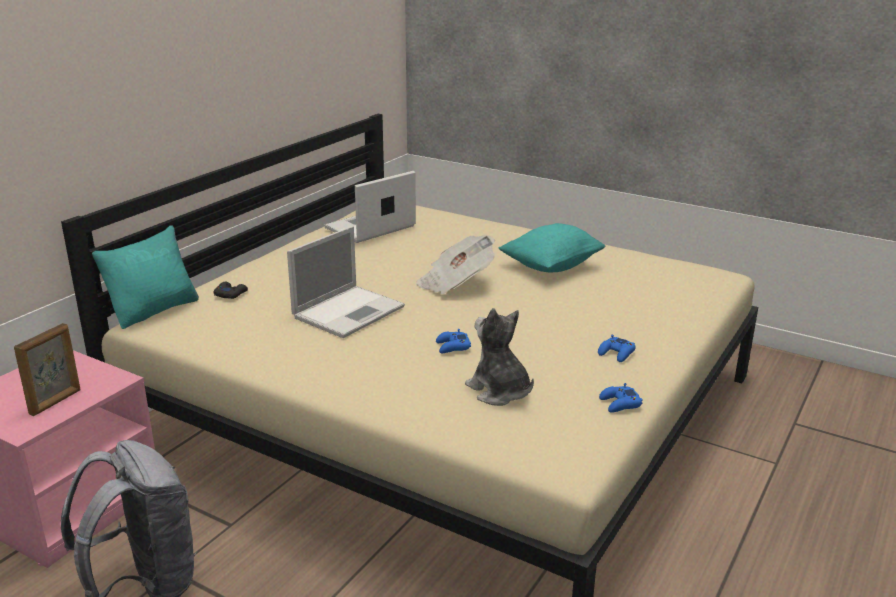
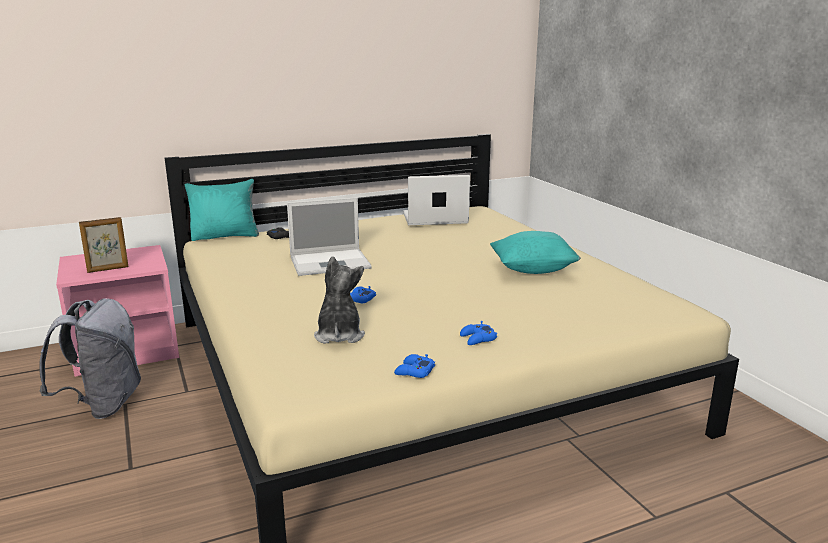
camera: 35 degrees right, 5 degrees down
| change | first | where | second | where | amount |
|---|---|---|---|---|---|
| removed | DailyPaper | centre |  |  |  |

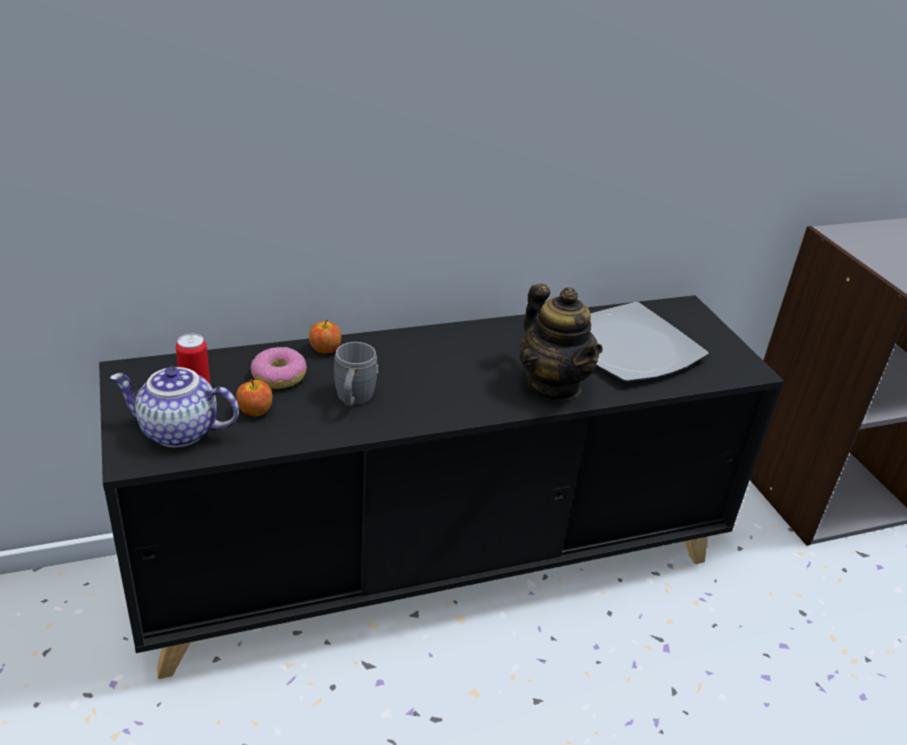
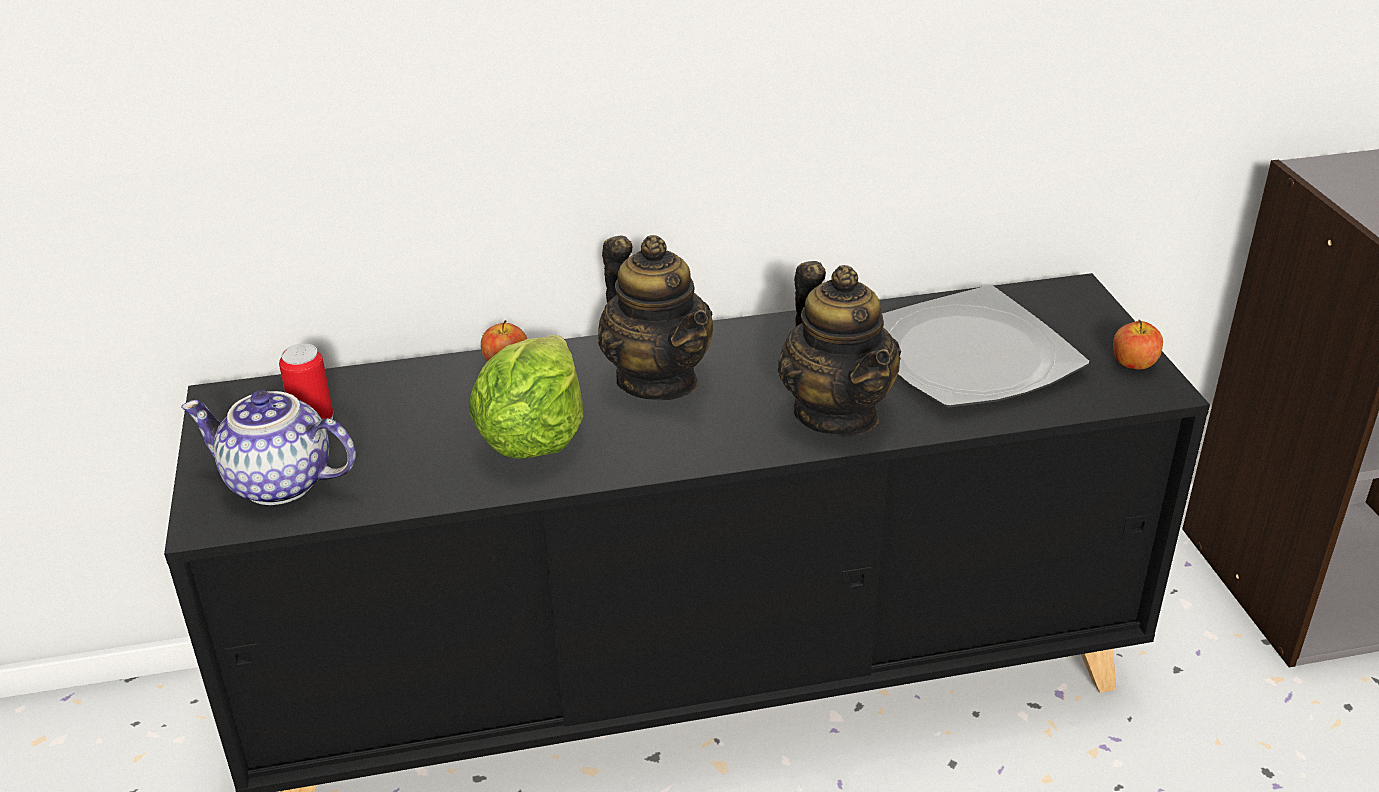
camera: 10 degrees right, 0 degrees up
| change | first | where | second | where | amount |
|---|---|---|---|---|---|
| replaced | GreyishCoffeeMug | centre | Lettuce | centre |  |
| removed | Doughnut | middle left |  |  |  |
| moved | Apple (1st from left in the first image) | middle left | Apple (2nd from left) | middle right |  |
| added |  |  | Teapot (2nd from left) | centre |  |

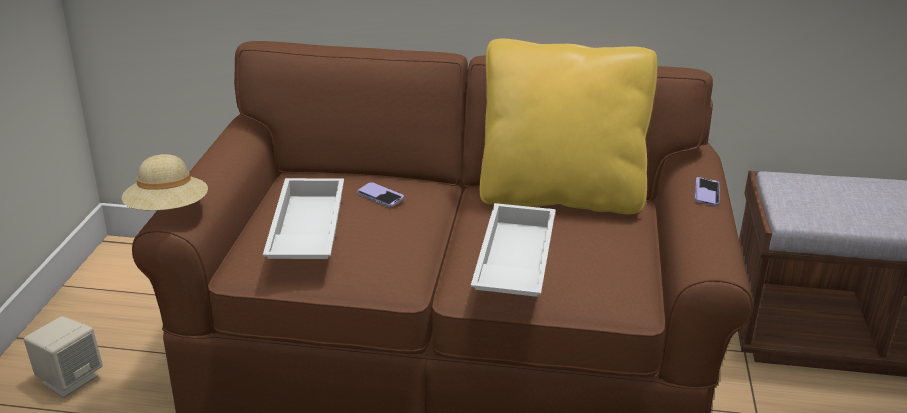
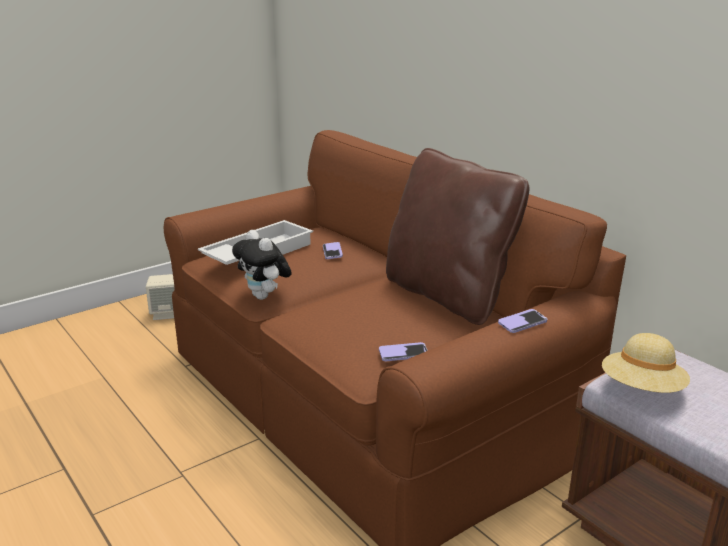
camera: 45 degrees right, 5 degrees down
| change | first | where | second | where | amount |
|---|---|---|---|---|---|
| recoloured | YellowishThrowPillow | top centre | BrownishThrowPillow | centre |  |
| moved | BeigeClothingHat | middle left |  | middle right |  |
| removed | WhitishTray (2nd from left) | centre |  |  |  |
| added |  |  | CuddlyToy | centre |  |
| added |  |  | Telephone (2nd from left) | centre |  |

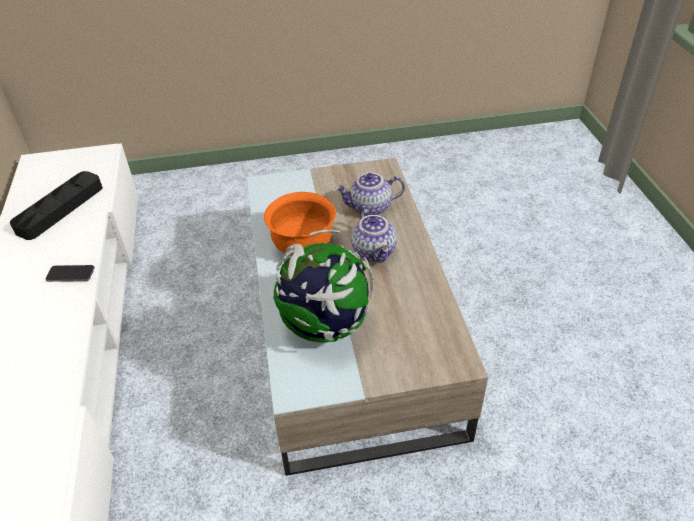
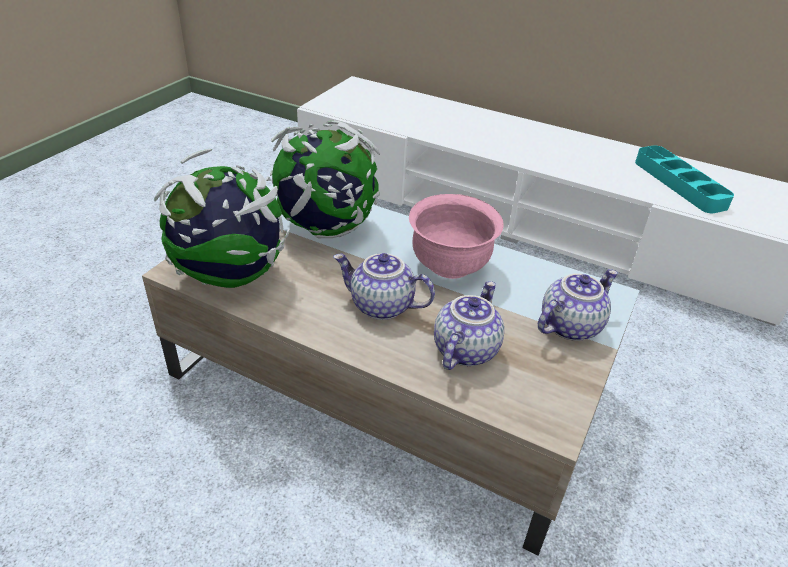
camera: 125 degrees right, 5 degrees down
| change | first | where | second | where | amount |
|---|---|---|---|---|---|
| recoloured | BlackColouredTray | middle left | TurquoiseTray | top right |  |
| recoloured | OrangeServingBowl | centre | PinkColouredServingBowl | centre |  |
| removed | Telephone | middle left |  |  |  |
| added |  |  | WorldGlobe (1st from left) | middle left |  |
| added |  |  | Teapot (3rd from left) | middle right |  |

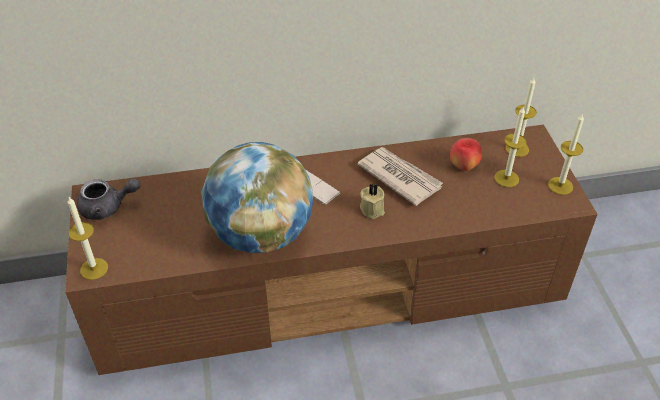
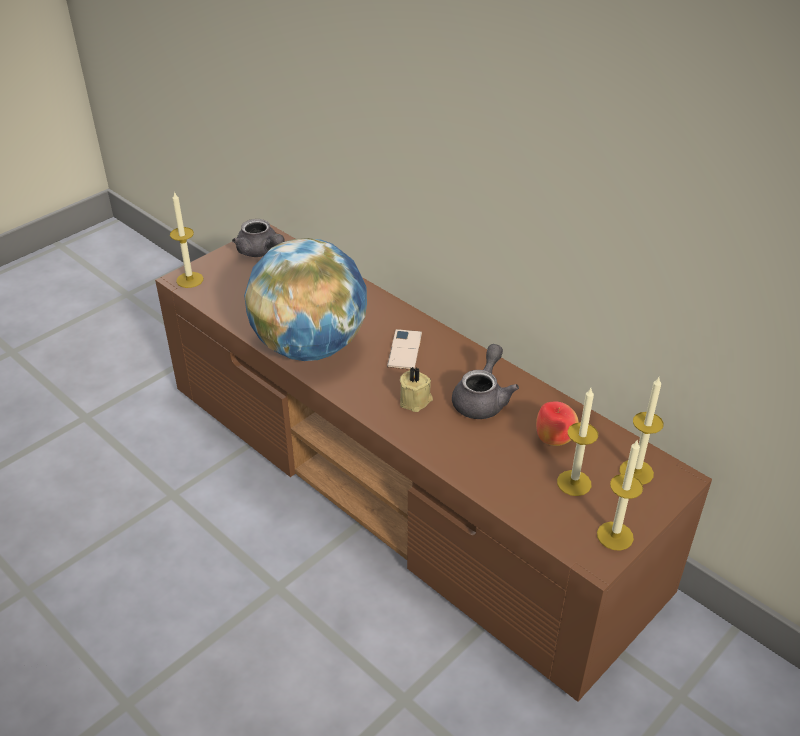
camera: 55 degrees right, 5 degrees down
| change | first | where | second | where | amount |
|---|---|---|---|---|---|
| replaced | DailyPaper | centre | GreyishTeapot (2nd from left) | centre |  |

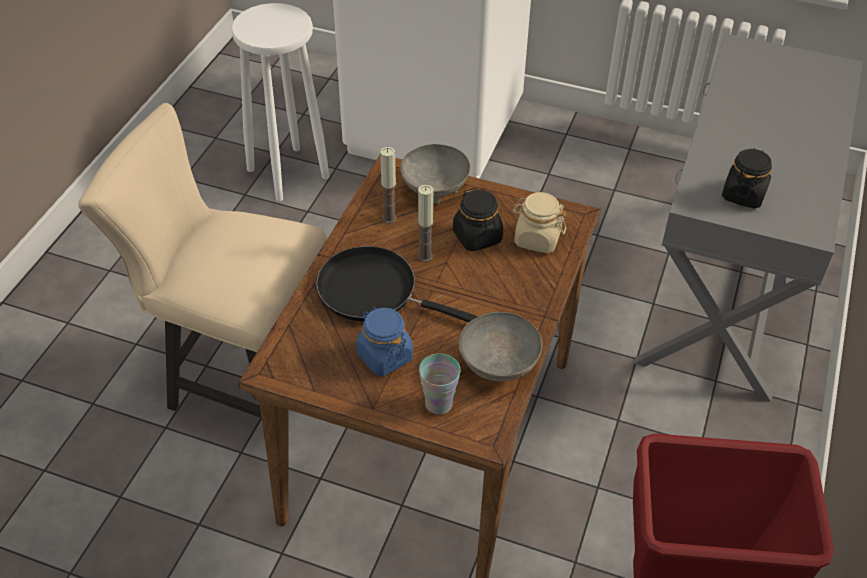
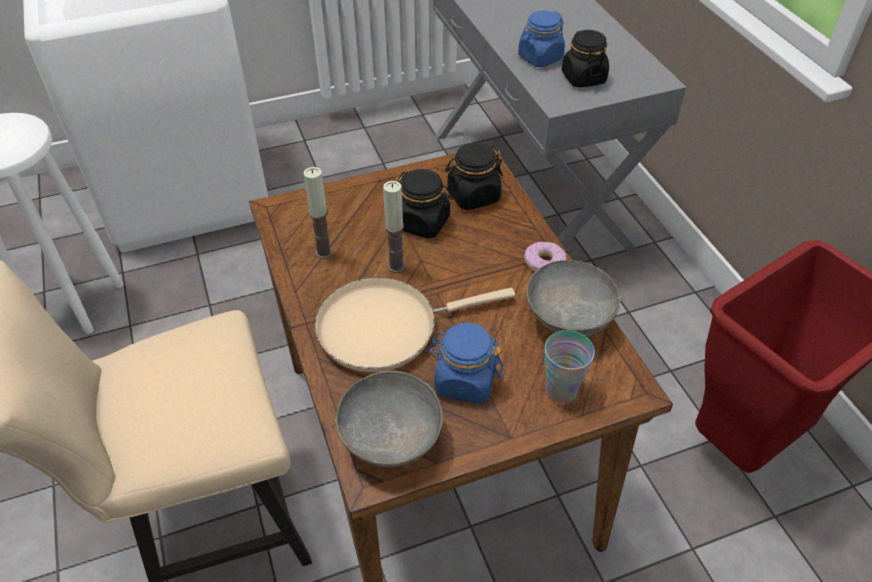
camera: 40 degrees left, 0 degrees up
| change | first | where | second | where | amount |
|---|---|---|---|---|---|
| moved | GreyishServingBowl (1st from left) | top centre |  | bottom centre |  |
| recoloured | BeigePreserveJar | centre | BlackColouredPreserveJar (2nd from left) | top centre |  |
| recoloured | BlackColouredPan | centre | BeigePan | centre |  |
| added |  |  | BluishPreserveJar (2nd from left) | top centre |  |
| added |  |  | Doughnut | centre |  |

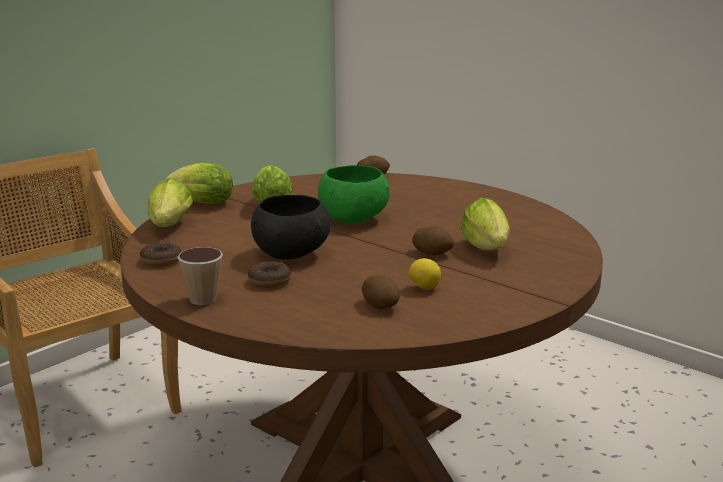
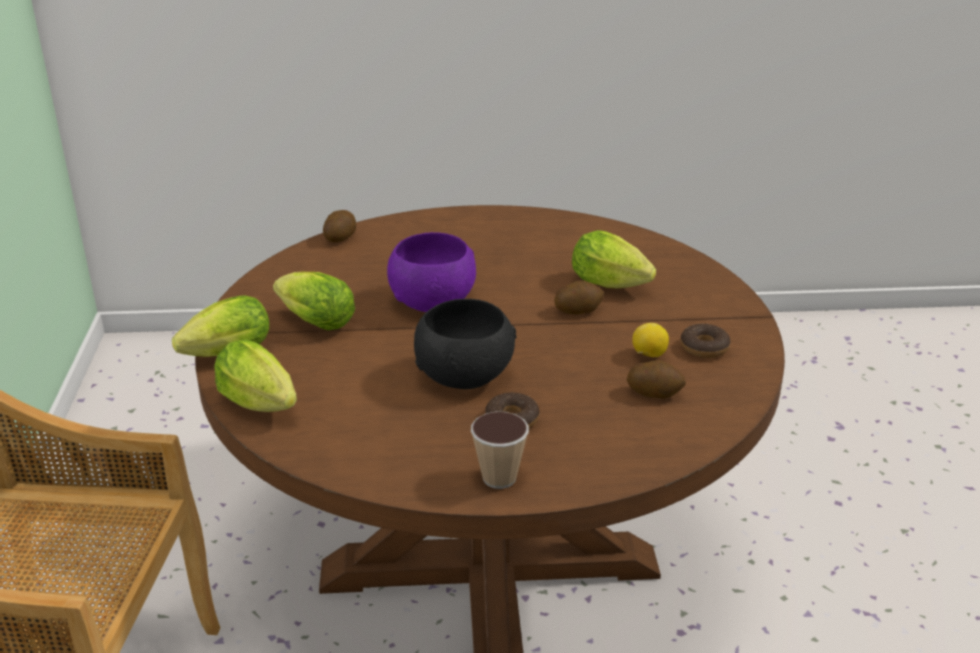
camera: 45 degrees left, 10 degrees up
| change | first | where | second | where | amount |
|---|---|---|---|---|---|
| recoloured | GreenServingBowl | centre | PurpleColouredServingBowl | centre |  |
| moved | Doughnut (1st from left in the first image) | middle left | Doughnut (2nd from left) | middle right |  |

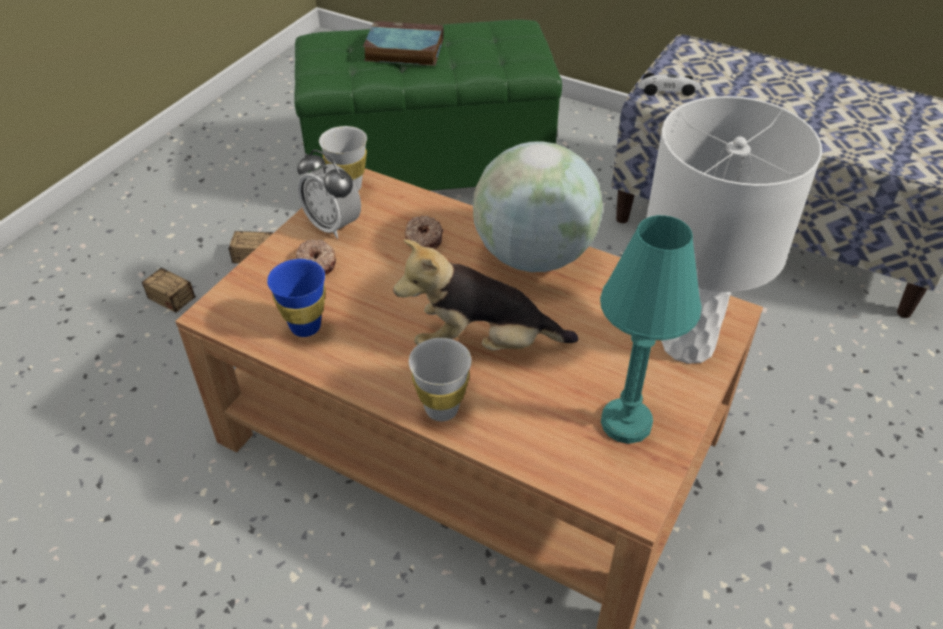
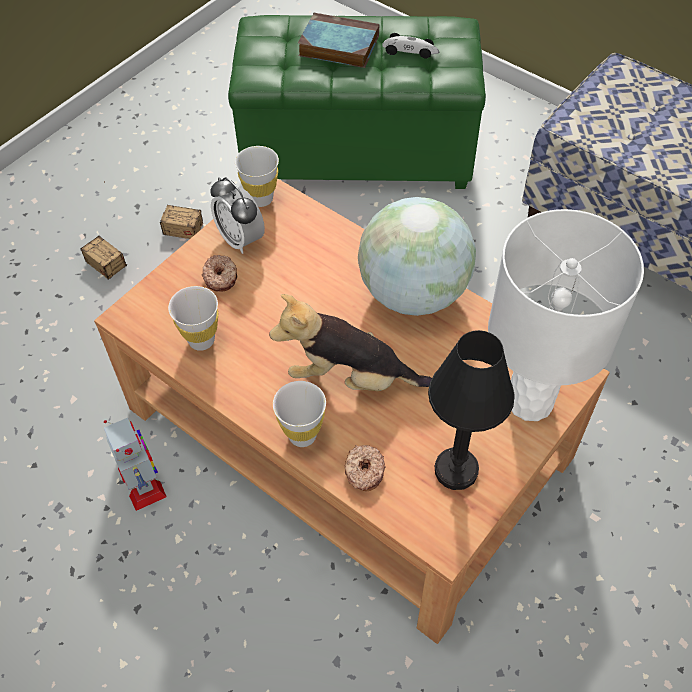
camera: 10 degrees right, 10 degrees up
| change | first | where | second | where | amount |
|---|---|---|---|---|---|
| moved | MiniatureCar | top right |  | top centre |  |
| recoloured | TurquoiseTableLamp | middle right | BlackColouredTableLamp | middle right |  |
| moved | Doughnut (2nd from left) | centre |  | bottom centre |  |
| recoloured | BluishDrinkingCup | middle left | WhitishDrinkingCup (1st from left) | middle left |  |
| added |  |  | ModelRobot | bottom left |  |

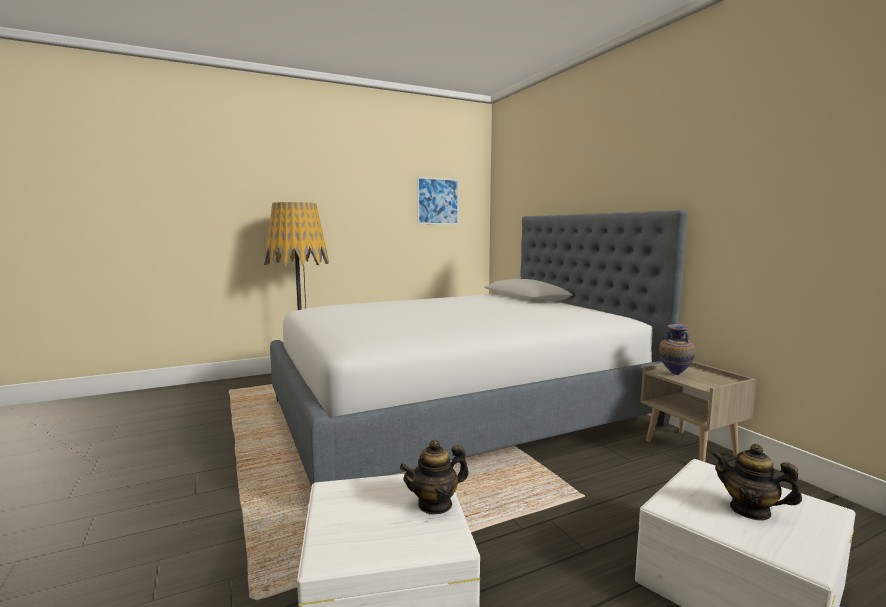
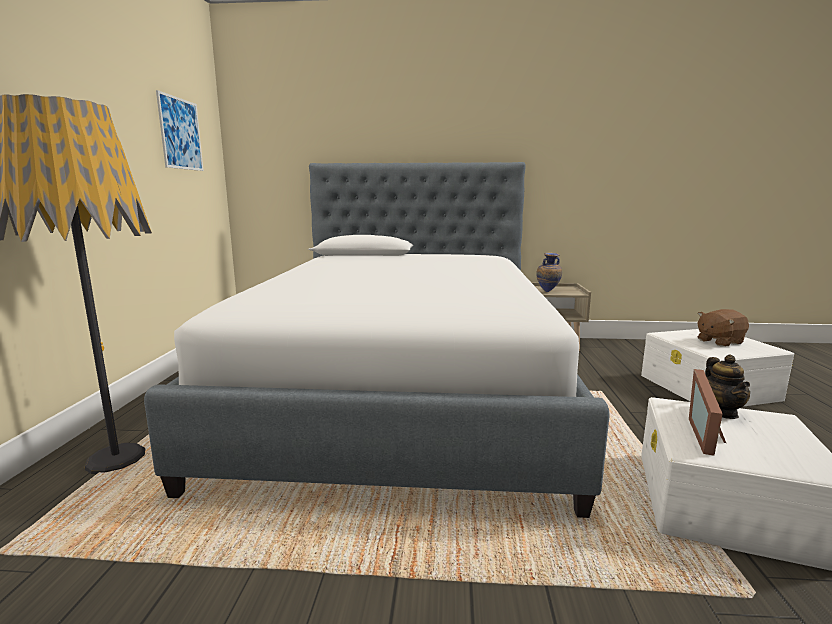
camera: 60 degrees left, 5 degrees up
| change | first | where | second | where | amount |
|---|---|---|---|---|---|
| replaced | Teapot (2nd from left) | bottom right | BrownishCuddlyToy | middle right |  |
| added |  |  | PhotoFrame | middle right |  |

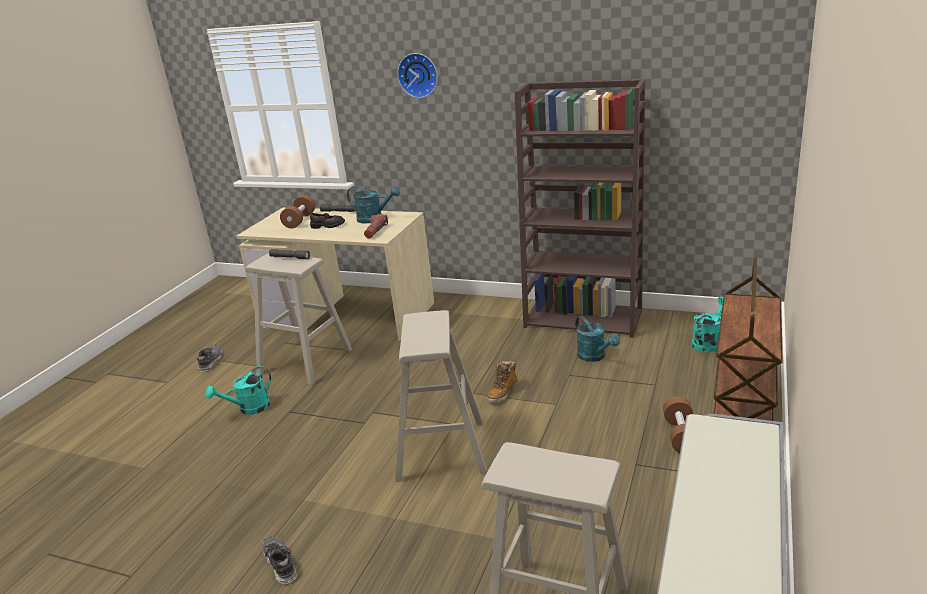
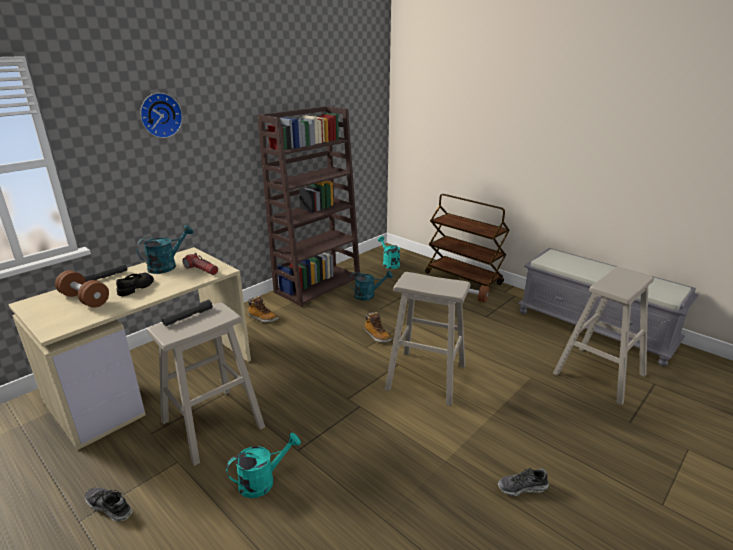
camera: 70 degrees left, 0 degrees up
| change | first | where | second | where | amount |
|---|---|---|---|---|---|
| turned | TurquoiseWateringCan (1st from left in the first image) | middle left | TurquoiseWateringCan (2nd from left) | bottom centre | 105 degrees counterclockwise |
| added |  |  | TallBoot (1st from left) | centre |  |

